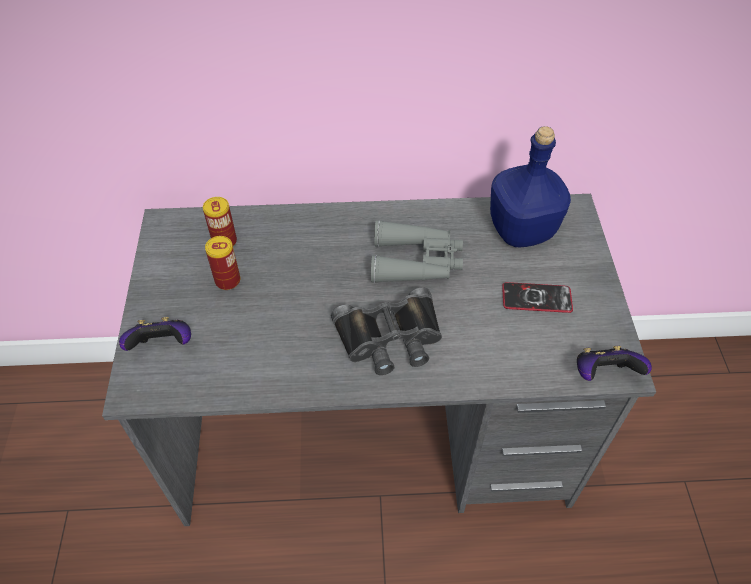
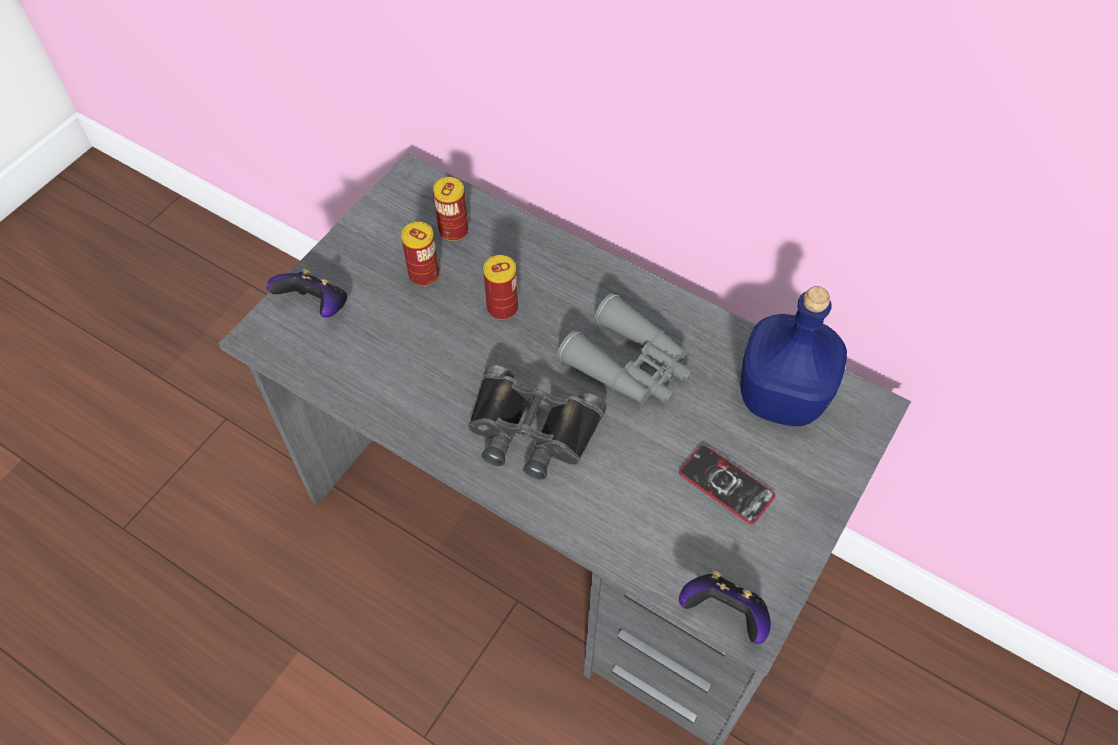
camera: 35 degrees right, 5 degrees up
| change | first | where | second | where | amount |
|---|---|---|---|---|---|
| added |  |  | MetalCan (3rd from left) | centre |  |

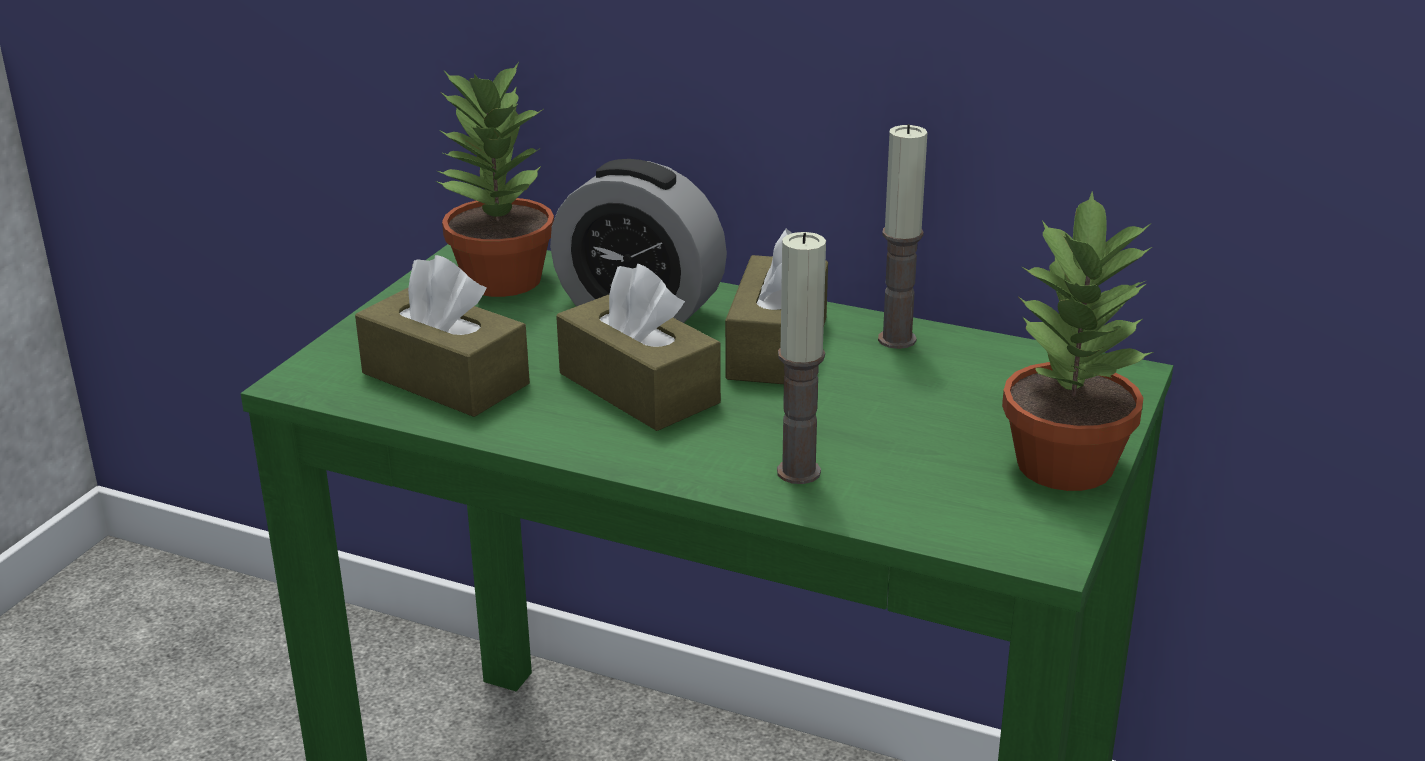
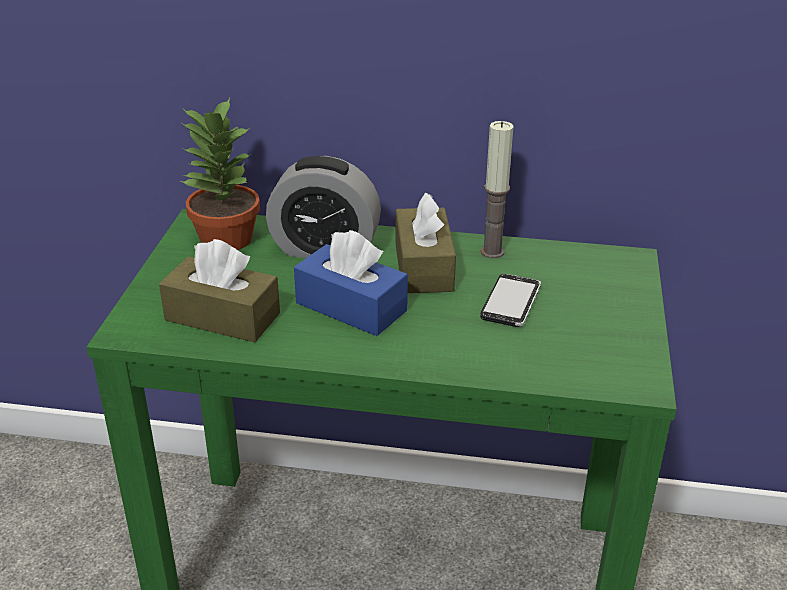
camera: 15 degrees left, 5 degrees up
| change | first | where | second | where | amount |
|---|---|---|---|---|---|
| removed | PlantInAPot (2nd from left) | middle right |  |  |  |
| removed | Candle (1st from left) | centre |  |  |  |
| recoloured | BrownishBoxOfTissues (2nd from left) | centre | BluishBoxOfTissues | centre |  |
| added |  |  | Telephone | centre |  |

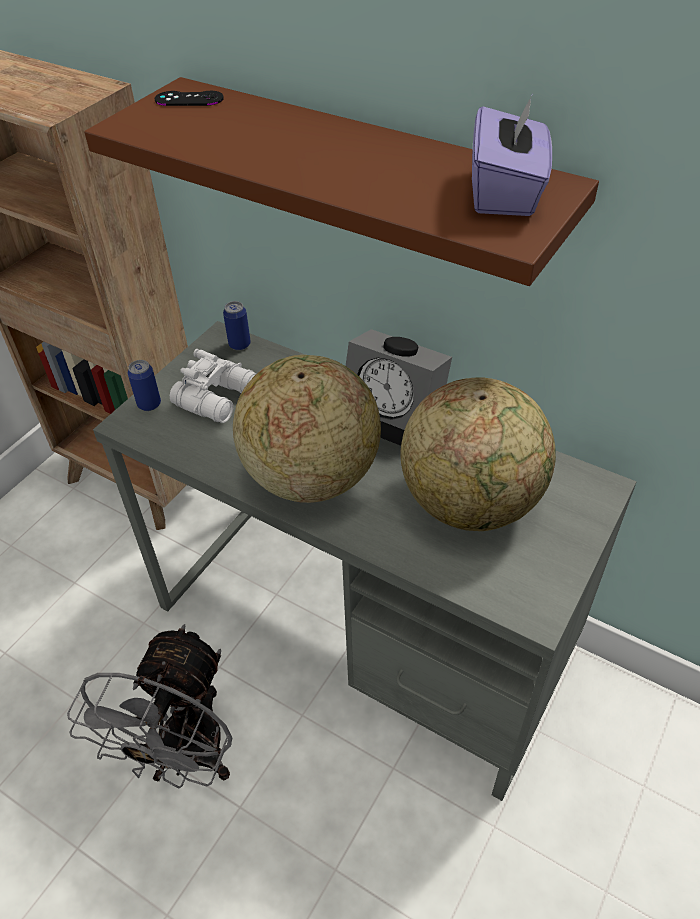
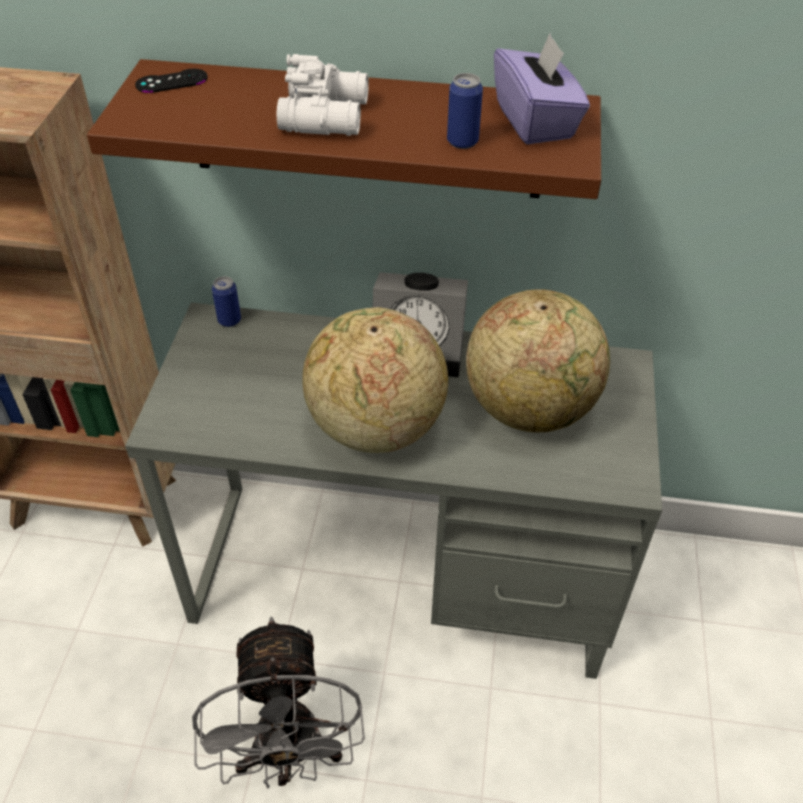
camera: 25 degrees left, 0 degrees up
| change | first | where | second | where | amount |
|---|---|---|---|---|---|
| moved | WhitishBinoculars | middle left |  | top centre |  |
| moved | MetalCan (1st from left in the first image) | middle left | MetalCan (2nd from left) | top centre |  |

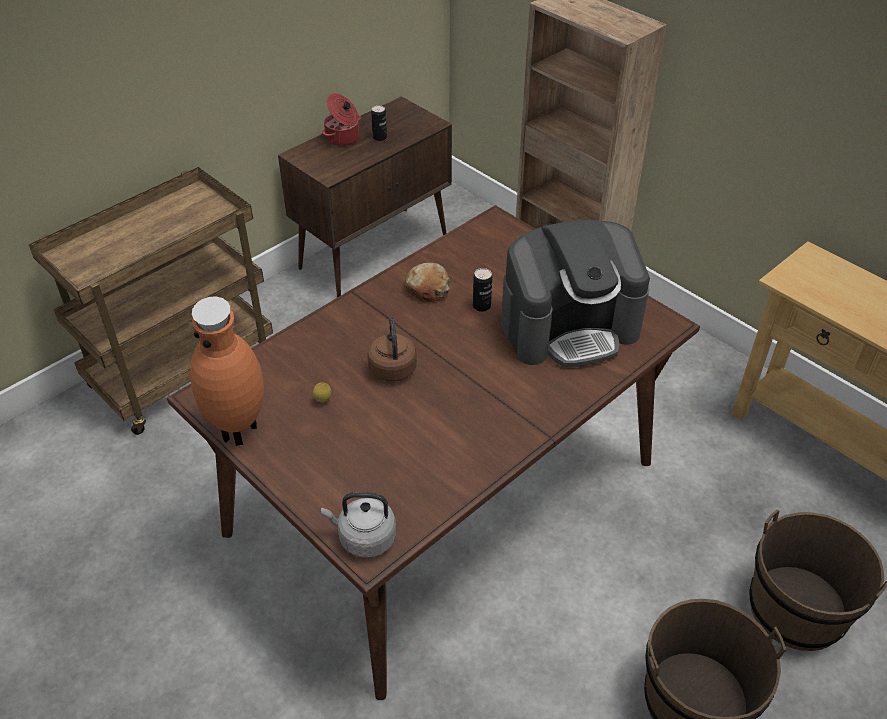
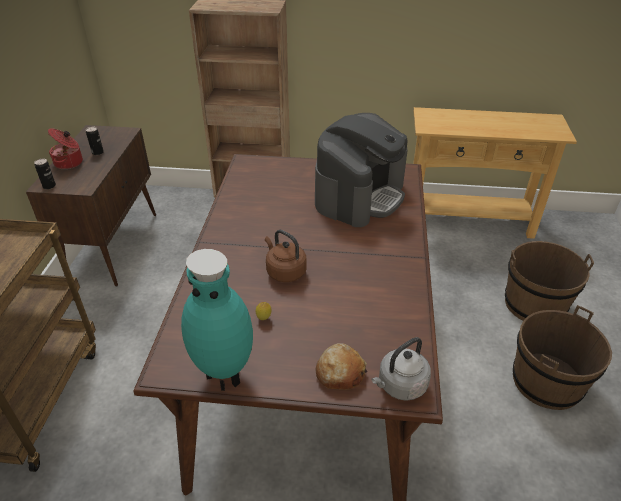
camera: 40 degrees left, 5 degrees down
| change | first | where | second | where | amount |
|---|---|---|---|---|---|
| moved | BakedBread | centre |  | bottom centre |  |
| moved | MetalCan (2nd from left in the first image) | centre | MetalCan (1st from left) | middle left |  |
| recoloured | OrangeVase | middle left | TurquoiseVase | centre |  |

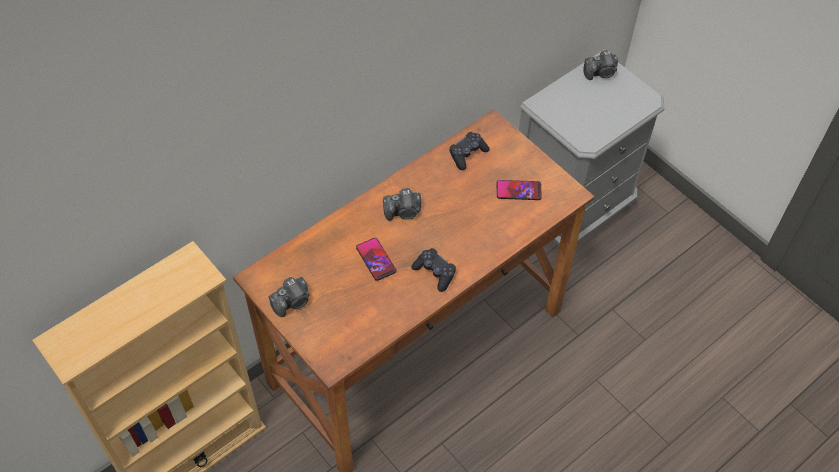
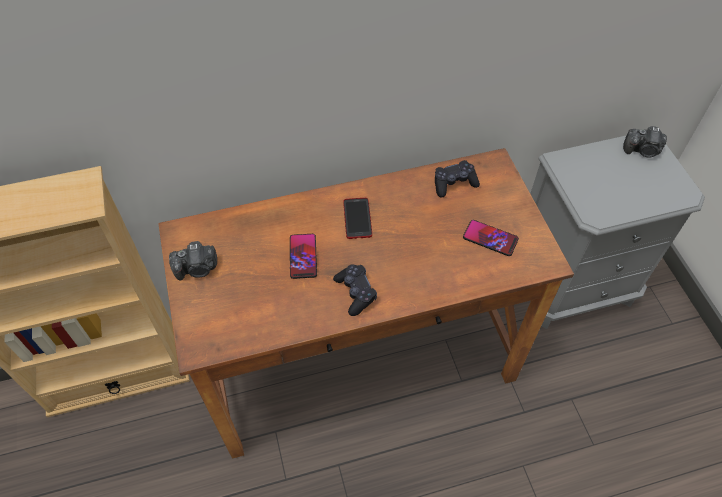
camera: 25 degrees right, 0 degrees up
| change | first | where | second | where | amount |
|---|---|---|---|---|---|
| replaced | PhotoCamera (2nd from left) | centre | Telephone (2nd from left) | centre |  |

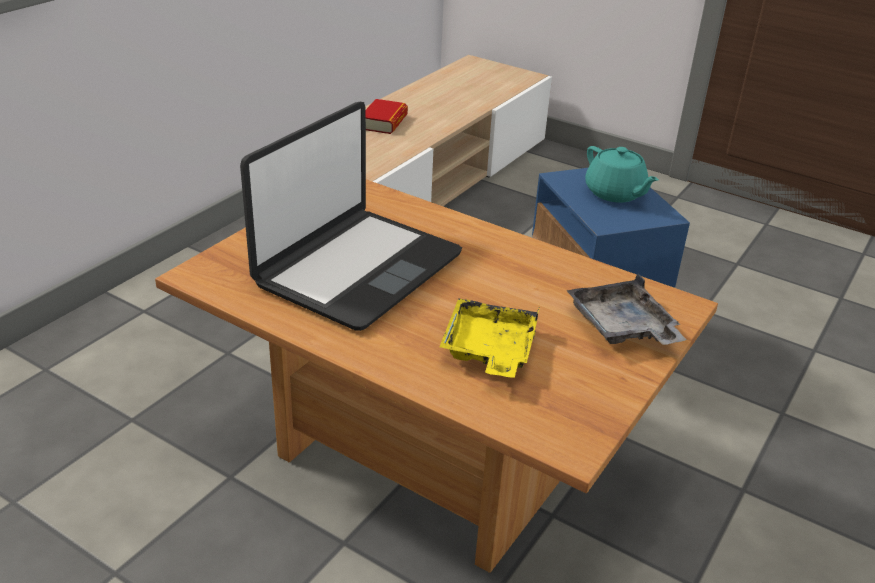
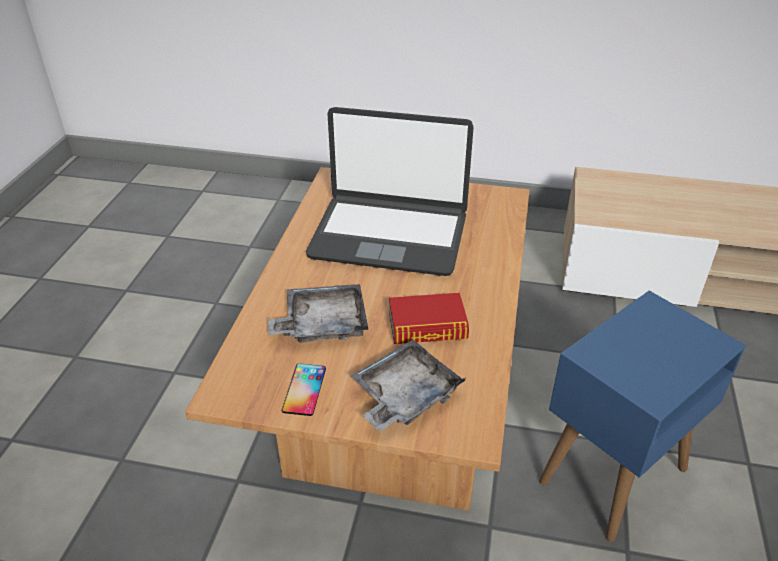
camera: 70 degrees right, 5 degrees up
| change | first | where | second | where | amount |
|---|---|---|---|---|---|
| moved | Volume | top centre |  | centre |  |
| removed | TurquoiseTeapot | top right |  |  |  |
| recoloured | YellowishTray | centre | GreyishTray (1st from left) | centre |  |
| added |  |  | Telephone | bottom centre |  |

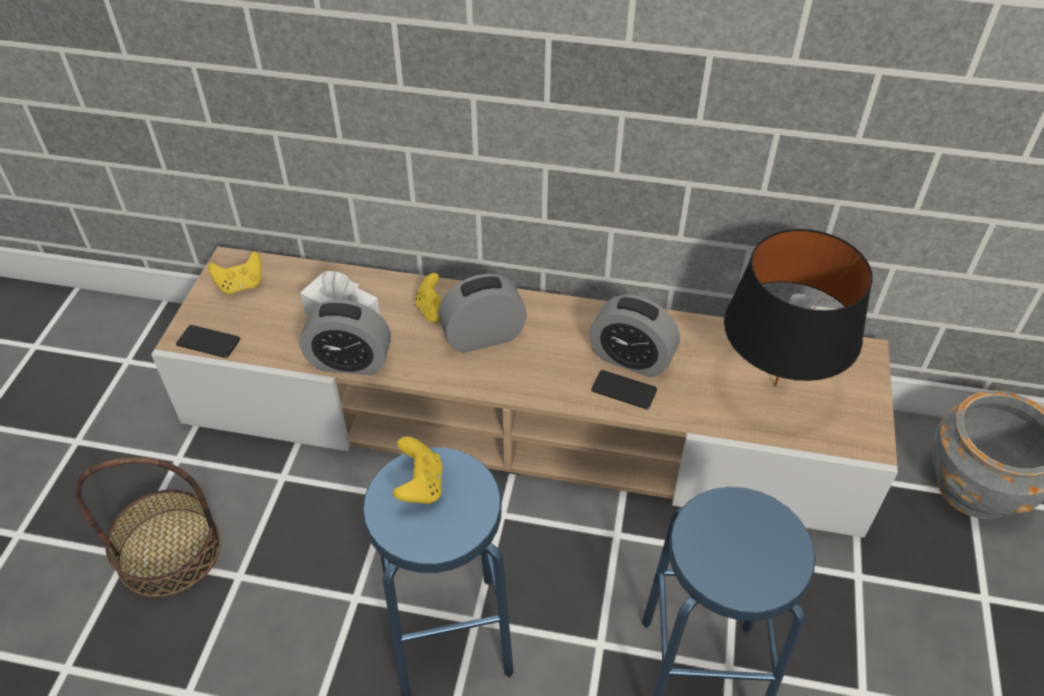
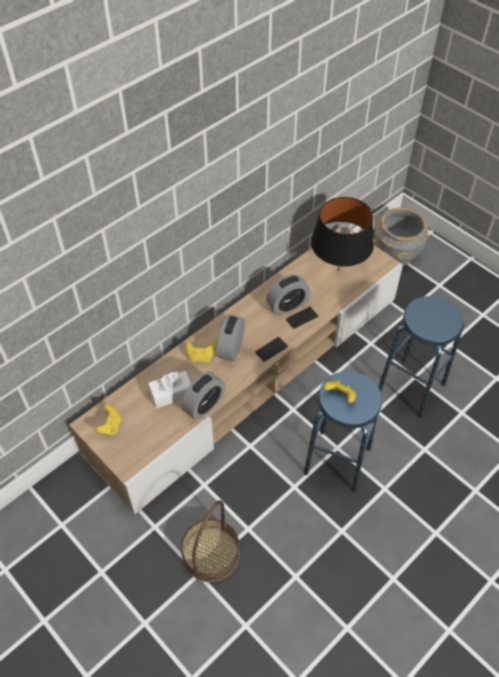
camera: 55 degrees left, 5 degrees up
| change | first | where | second | where | amount |
|---|---|---|---|---|---|
| moved | Telephone (1st from left) | middle left |  | centre |  |

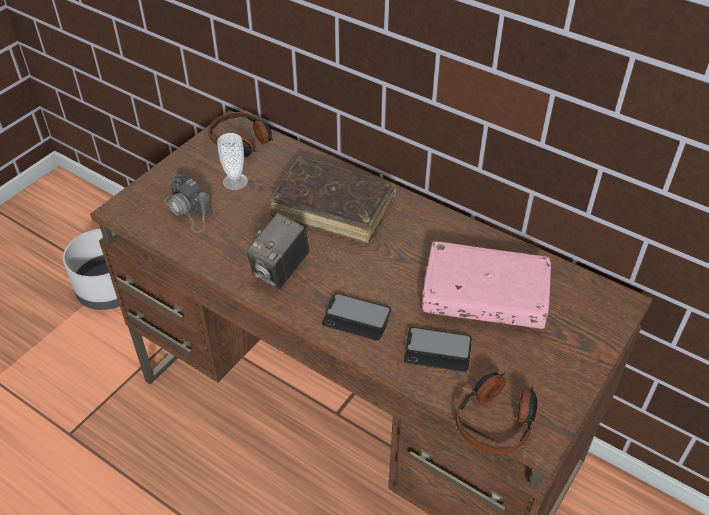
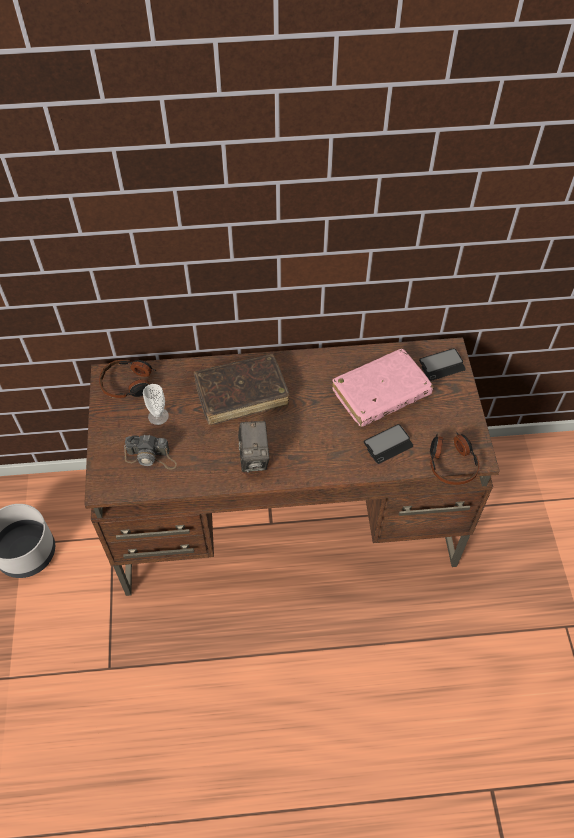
camera: 40 degrees left, 10 degrees up
| change | first | where | second | where | amount |
|---|---|---|---|---|---|
| moved | Telephone (1st from left in the first image) | centre | Telephone (2nd from left) | middle right |  |

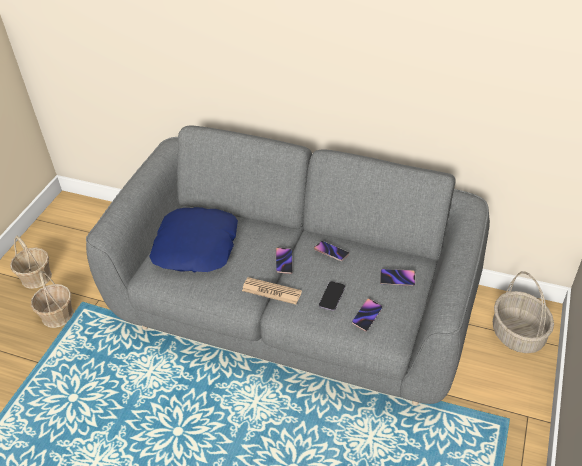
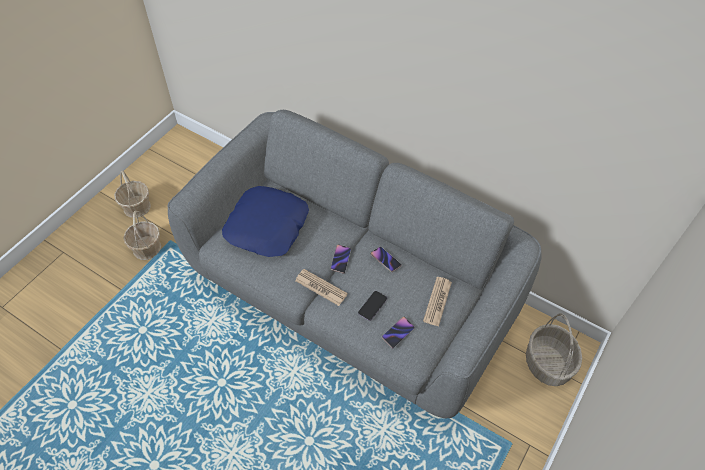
camera: 10 degrees right, 10 degrees up
| change | first | where | second | where | amount |
|---|---|---|---|---|---|
| replaced | Telephone (5th from left) | middle right | DailyPaper (2nd from left) | centre |  |

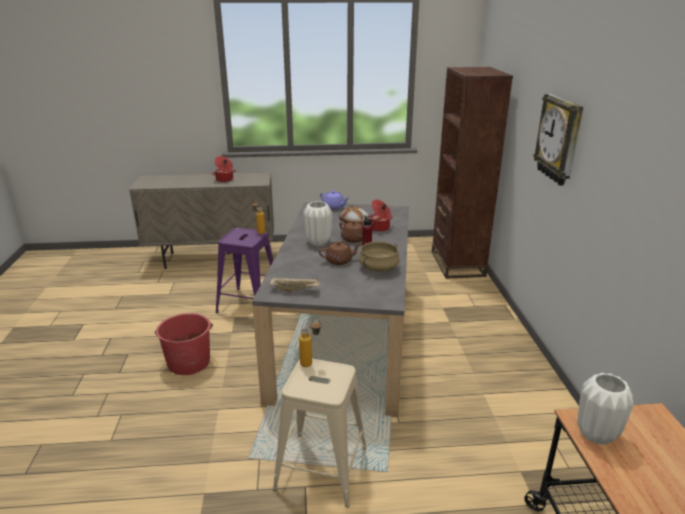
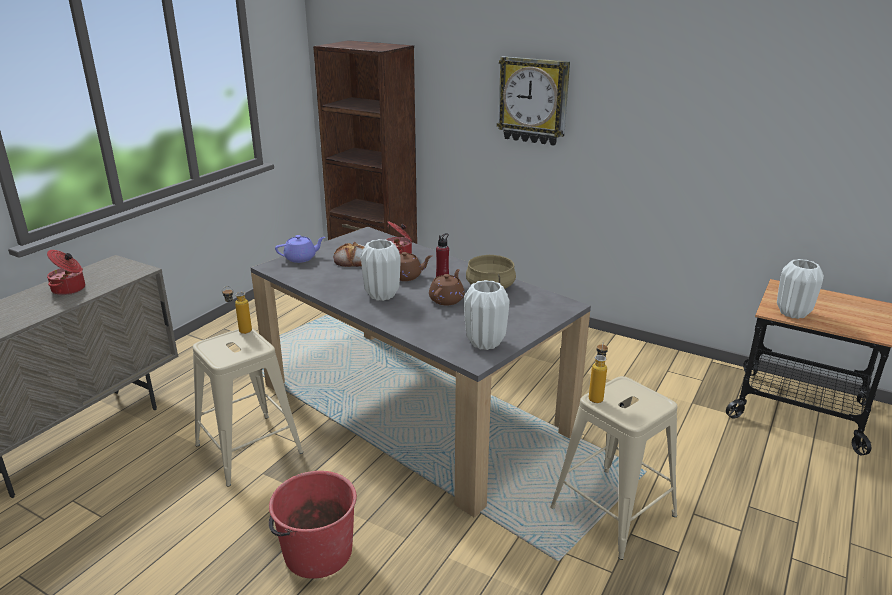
camera: 55 degrees left, 0 degrees up
| change | first | where | second | where | amount |
|---|---|---|---|---|---|
| recoloured | PurpleColouredSittingStool | centre | BeigeSittingStool (1st from left) | bottom left |  |
| replaced | BeigeTray | centre | WhitishVase (2nd from left) | centre |  |

